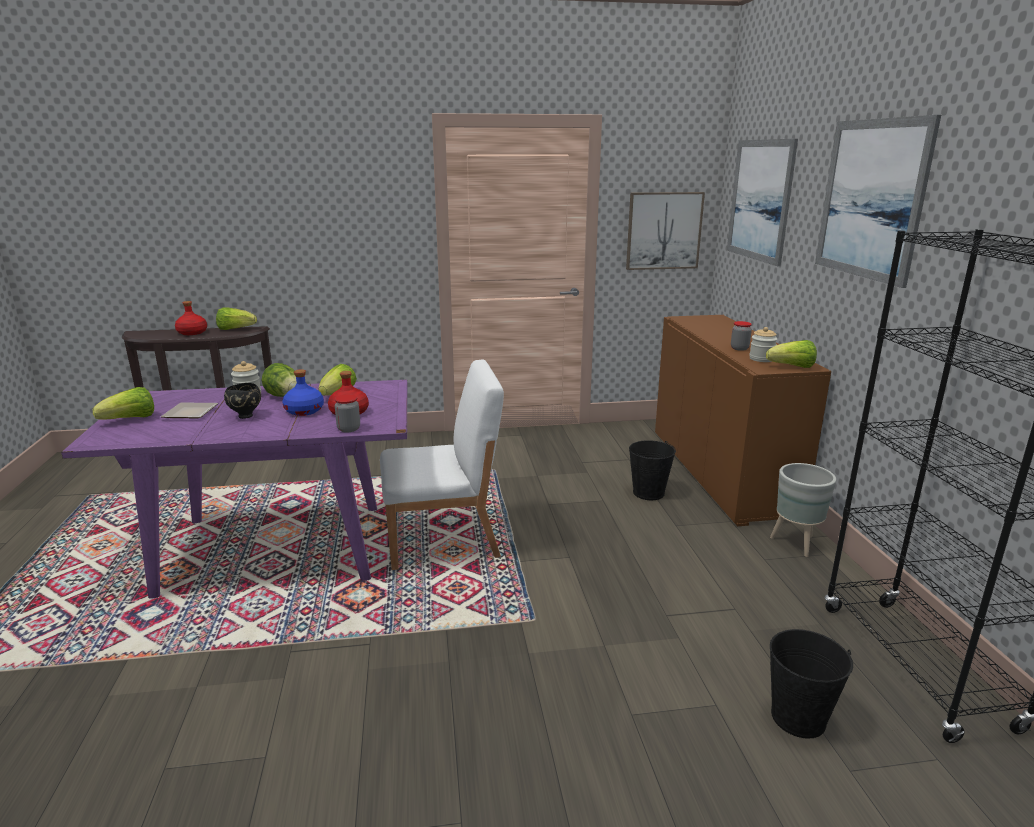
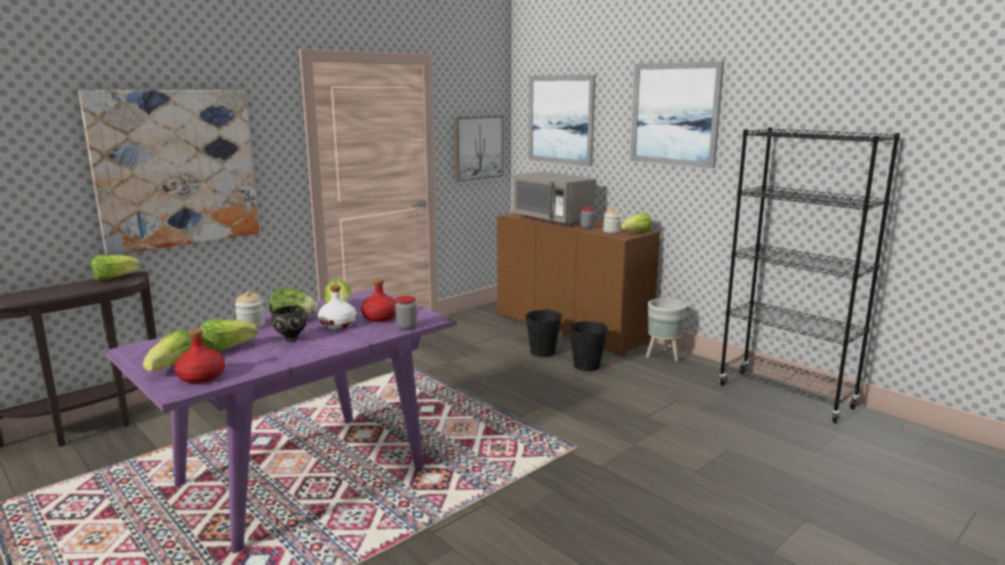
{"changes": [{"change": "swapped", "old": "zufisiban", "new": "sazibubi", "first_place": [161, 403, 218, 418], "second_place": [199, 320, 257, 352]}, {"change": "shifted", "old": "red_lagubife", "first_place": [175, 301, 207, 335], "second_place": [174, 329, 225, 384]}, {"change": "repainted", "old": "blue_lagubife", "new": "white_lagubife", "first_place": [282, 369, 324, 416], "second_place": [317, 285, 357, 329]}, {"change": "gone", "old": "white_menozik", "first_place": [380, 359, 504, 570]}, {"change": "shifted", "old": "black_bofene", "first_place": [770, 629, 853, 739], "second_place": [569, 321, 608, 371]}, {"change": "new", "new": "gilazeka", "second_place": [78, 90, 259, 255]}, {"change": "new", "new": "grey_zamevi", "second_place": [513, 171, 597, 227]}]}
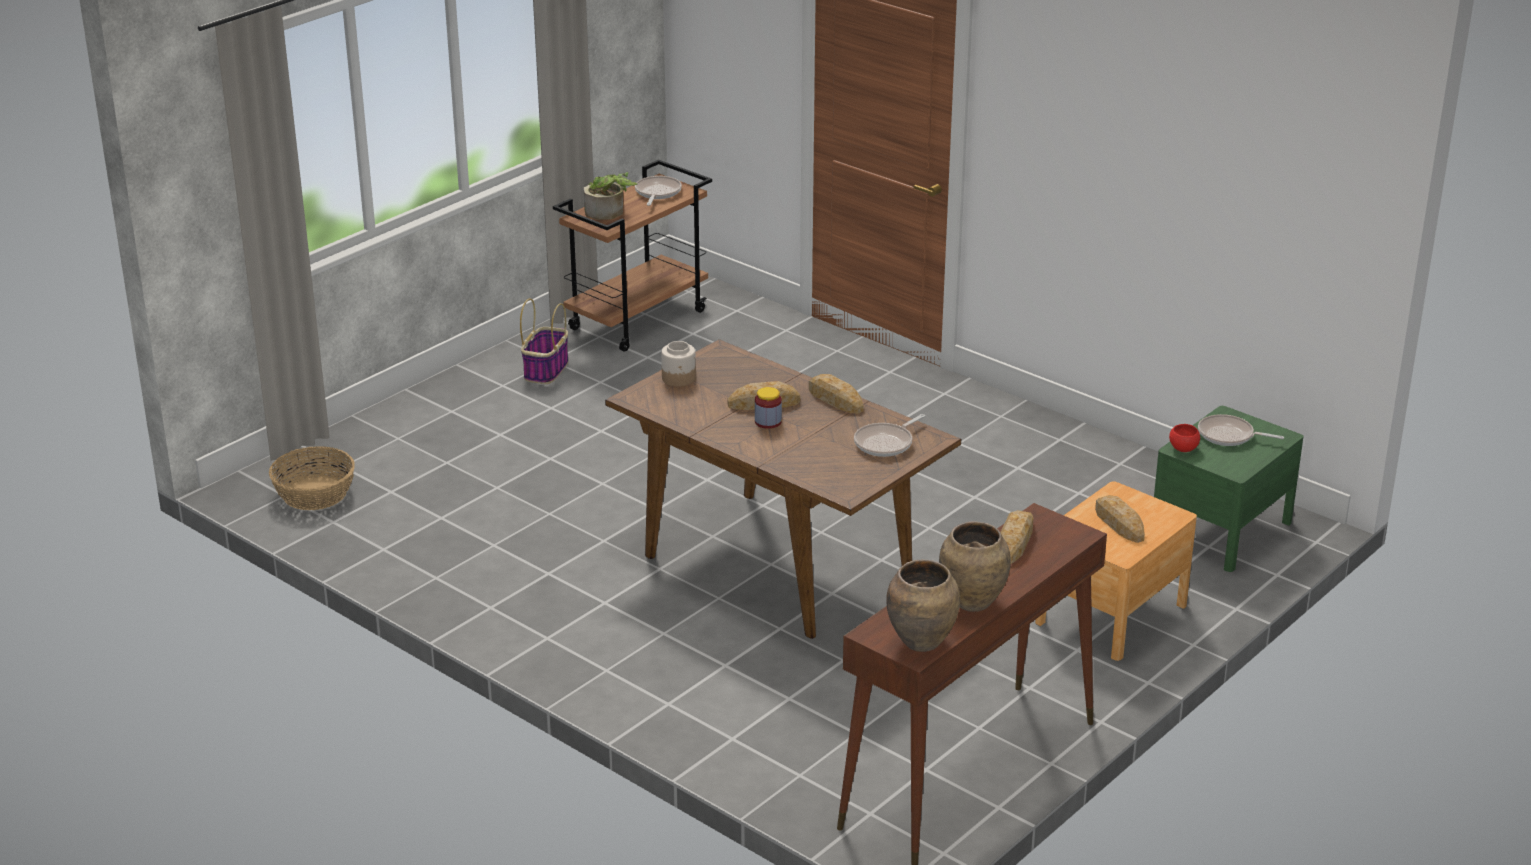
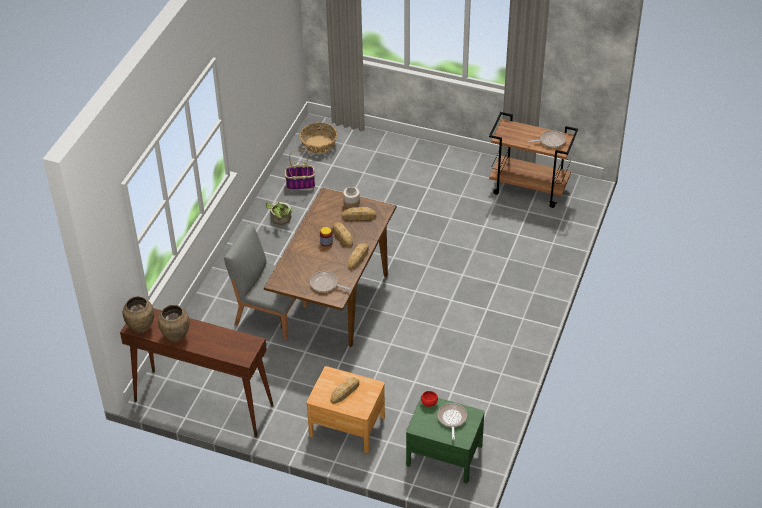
{"changes": [{"change": "shifted", "old": "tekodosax", "first_place": [520, 298, 569, 384], "second_place": [285, 149, 315, 190]}, {"change": "shifted", "old": "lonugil", "first_place": [584, 172, 637, 220], "second_place": [266, 202, 293, 225]}, {"change": "shifted", "old": "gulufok", "first_place": [1000, 510, 1033, 564], "second_place": [342, 207, 376, 220]}, {"change": "new", "new": "grey_menozik", "second_place": [224, 224, 307, 341]}]}
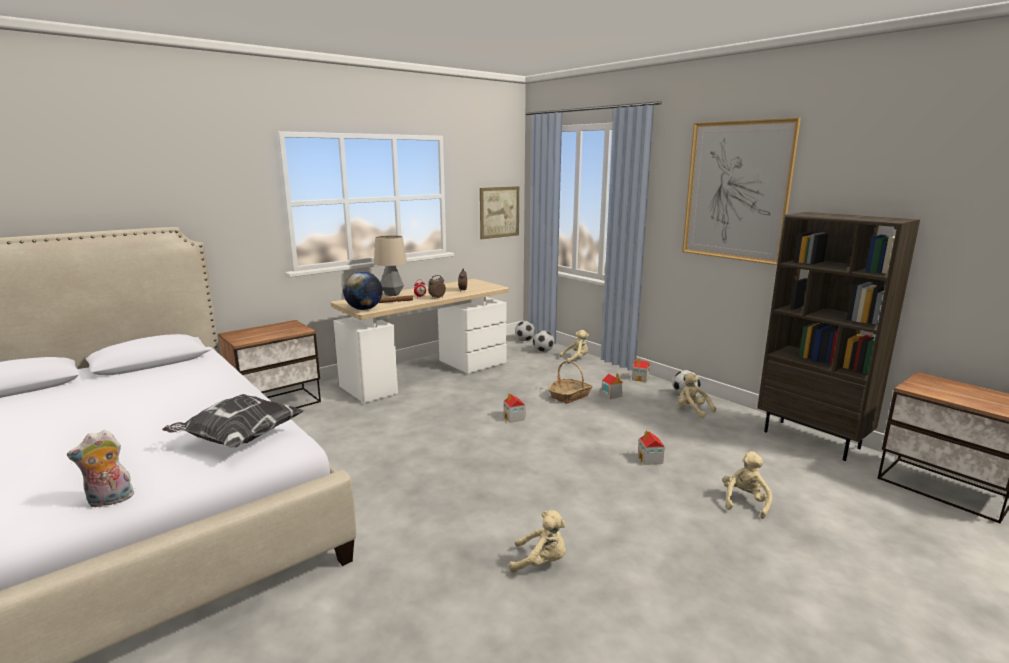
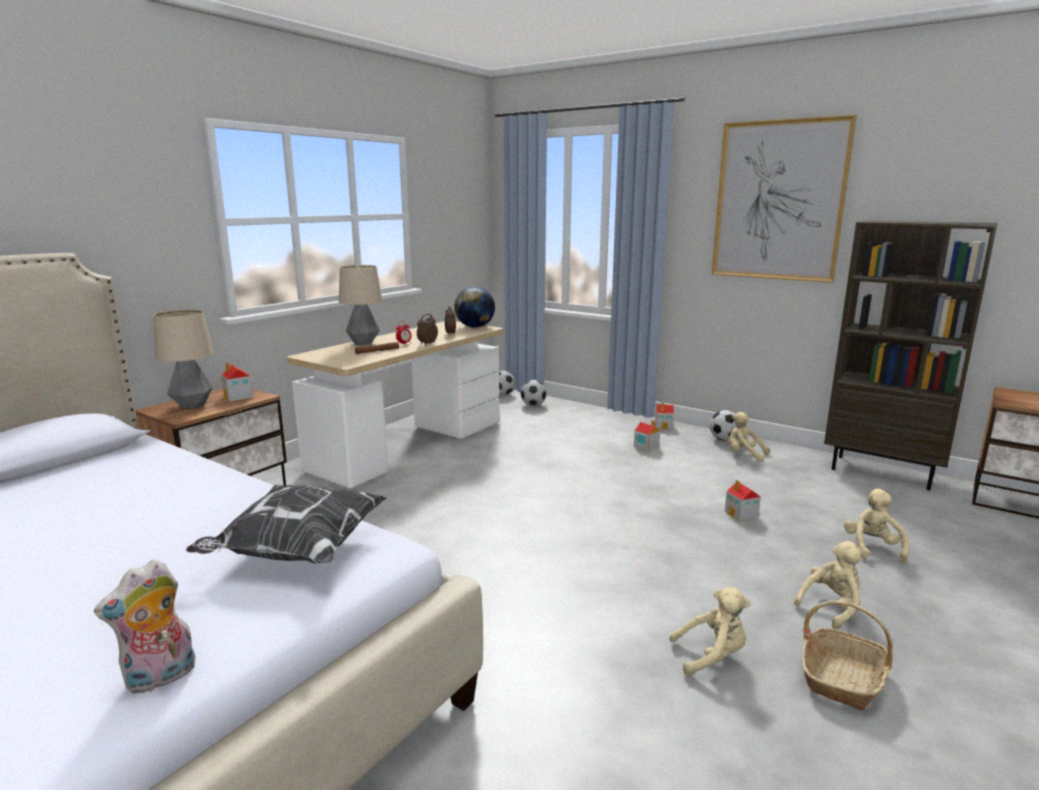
{"changes": [{"change": "shifted", "old": "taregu", "first_place": [343, 271, 383, 310], "second_place": [454, 287, 495, 328]}, {"change": "gone", "old": "gilazeka", "first_place": [480, 186, 519, 239]}, {"change": "shifted", "old": "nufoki", "first_place": [504, 393, 525, 423], "second_place": [221, 362, 253, 402]}, {"change": "shifted", "old": "tekodosax", "first_place": [548, 361, 593, 404], "second_place": [802, 600, 893, 711]}, {"change": "shifted", "old": "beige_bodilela", "first_place": [559, 330, 589, 364], "second_place": [794, 541, 862, 629]}, {"change": "new", "new": "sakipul", "second_place": [153, 309, 214, 409]}]}
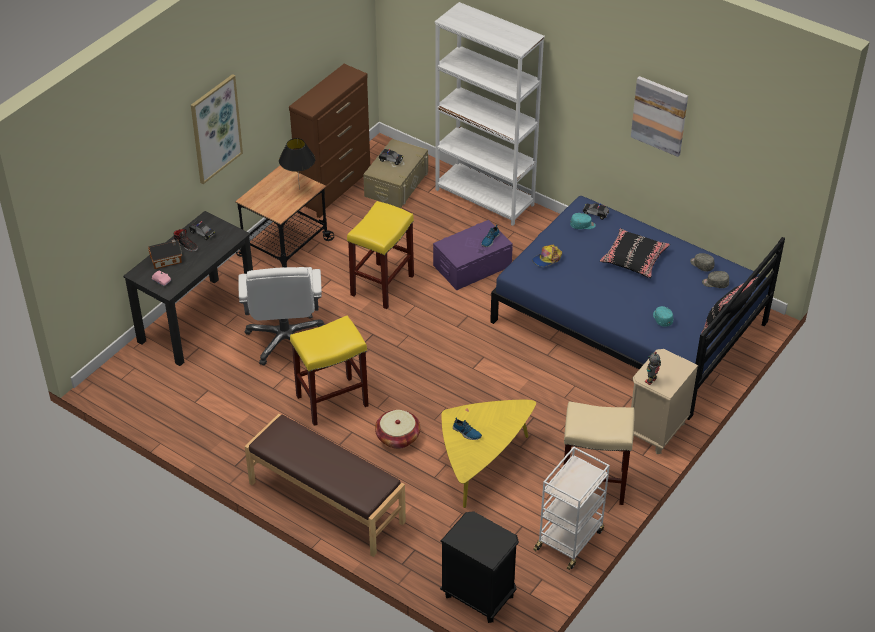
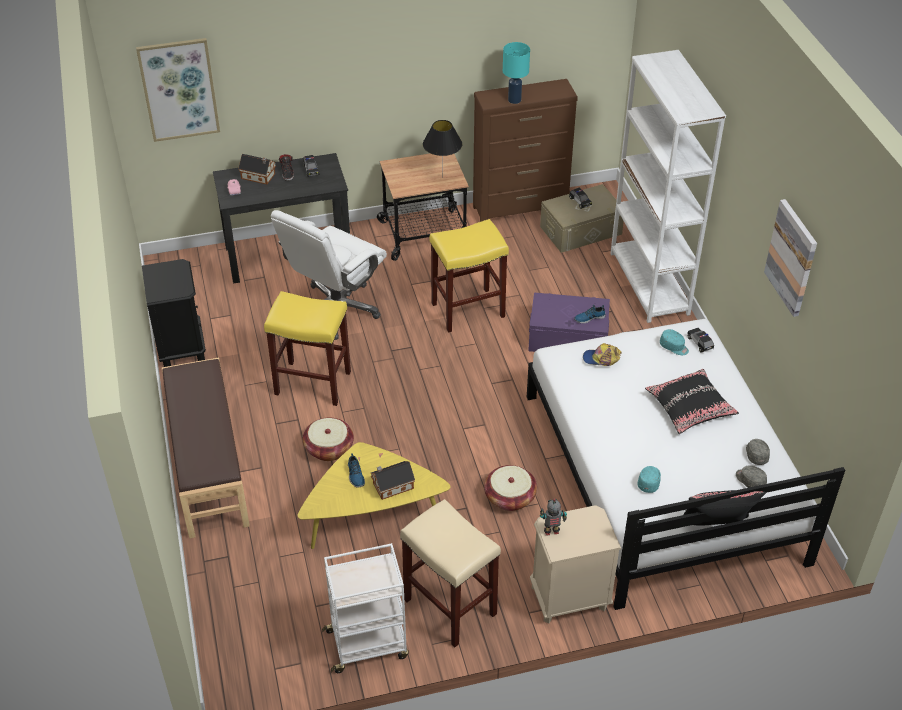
{"changes": [{"change": "shifted", "old": "gilazeka", "first_place": [191, 74, 243, 184], "second_place": [136, 38, 220, 142]}, {"change": "shifted", "old": "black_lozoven", "first_place": [440, 511, 519, 623], "second_place": [142, 259, 206, 367]}, {"change": "repainted", "old": "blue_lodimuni", "new": "white_lodimuni", "first_place": [490, 196, 785, 420], "second_place": [527, 319, 845, 610]}, {"change": "new", "new": "nufoki", "second_place": [371, 461, 415, 500]}, {"change": "new", "new": "tekodosax", "second_place": [484, 465, 537, 511]}, {"change": "new", "new": "turquoise_sakipul", "second_place": [503, 42, 530, 104]}]}
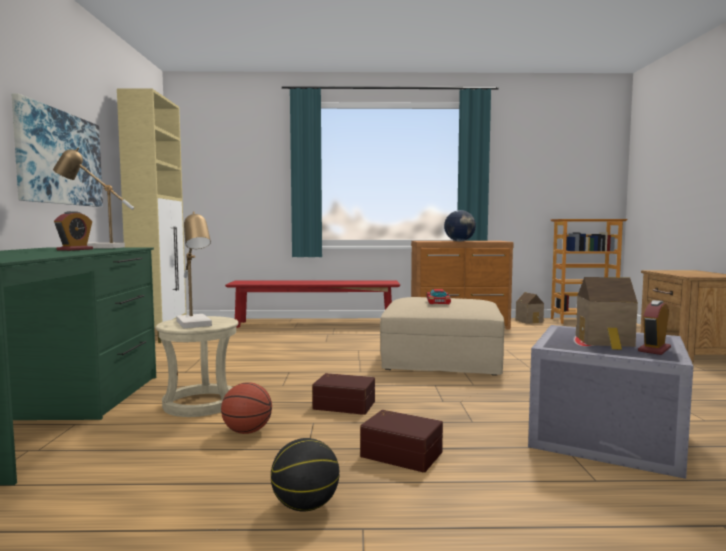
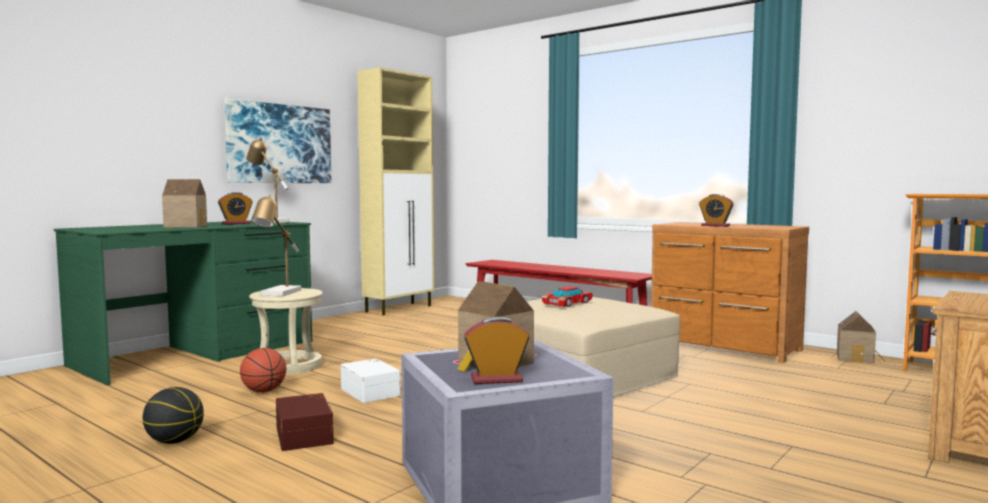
{"changes": [{"change": "repainted", "old": "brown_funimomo", "new": "white_funimomo", "first_place": [312, 373, 375, 415], "second_place": [341, 359, 400, 403]}, {"change": "swapped", "old": "taregu", "new": "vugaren", "first_place": [444, 210, 476, 242], "second_place": [699, 194, 734, 227]}, {"change": "new", "new": "nufoki", "second_place": [162, 179, 207, 227]}]}
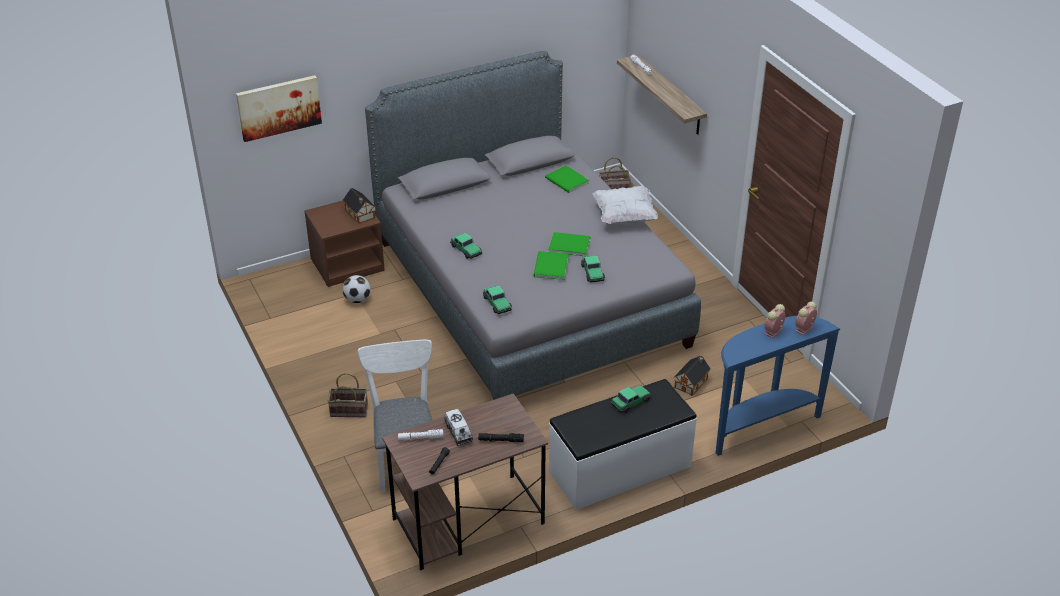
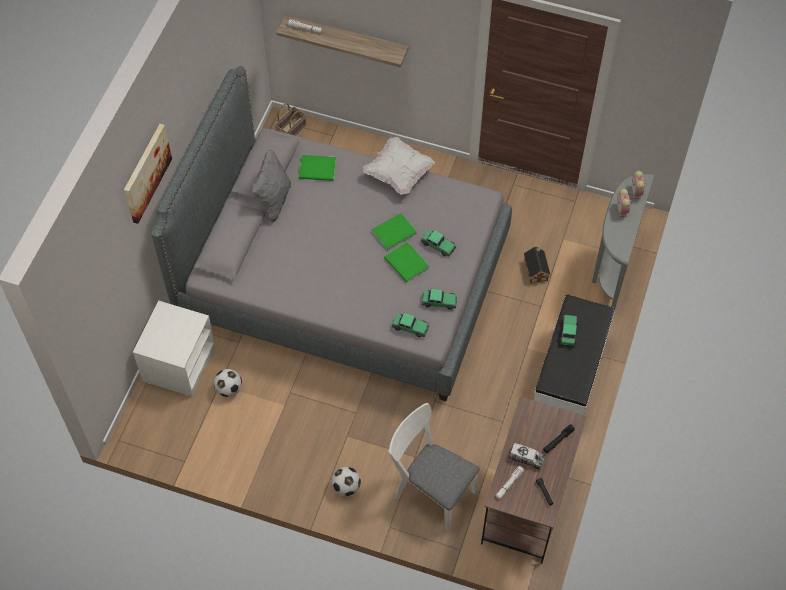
{"changes": [{"change": "shifted", "old": "gilazeka", "first_place": [236, 75, 322, 142], "second_place": [124, 124, 172, 224]}, {"change": "repainted", "old": "brown_lozoven", "new": "white_lozoven", "first_place": [304, 201, 385, 287], "second_place": [133, 301, 216, 396]}, {"change": "swapped", "old": "tekodosax", "new": "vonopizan", "first_place": [328, 373, 368, 417], "second_place": [331, 467, 361, 496]}, {"change": "gone", "old": "nufoki", "first_place": [343, 188, 376, 224]}, {"change": "shifted", "old": "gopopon", "first_place": [450, 233, 482, 259], "second_place": [422, 289, 457, 310]}, {"change": "repainted", "old": "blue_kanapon", "new": "grey_kanapon", "first_place": [716, 316, 841, 456], "second_place": [592, 174, 655, 308]}, {"change": "new", "new": "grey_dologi", "second_place": [251, 149, 291, 223]}]}
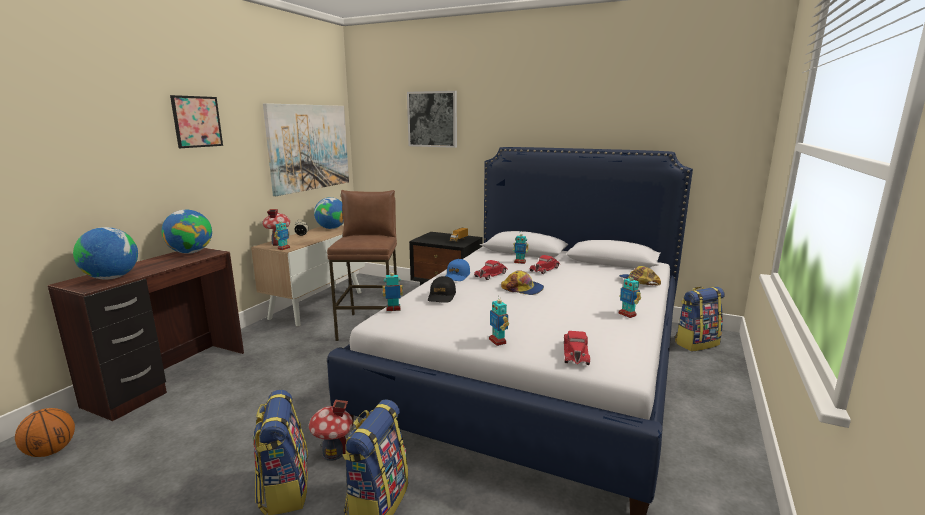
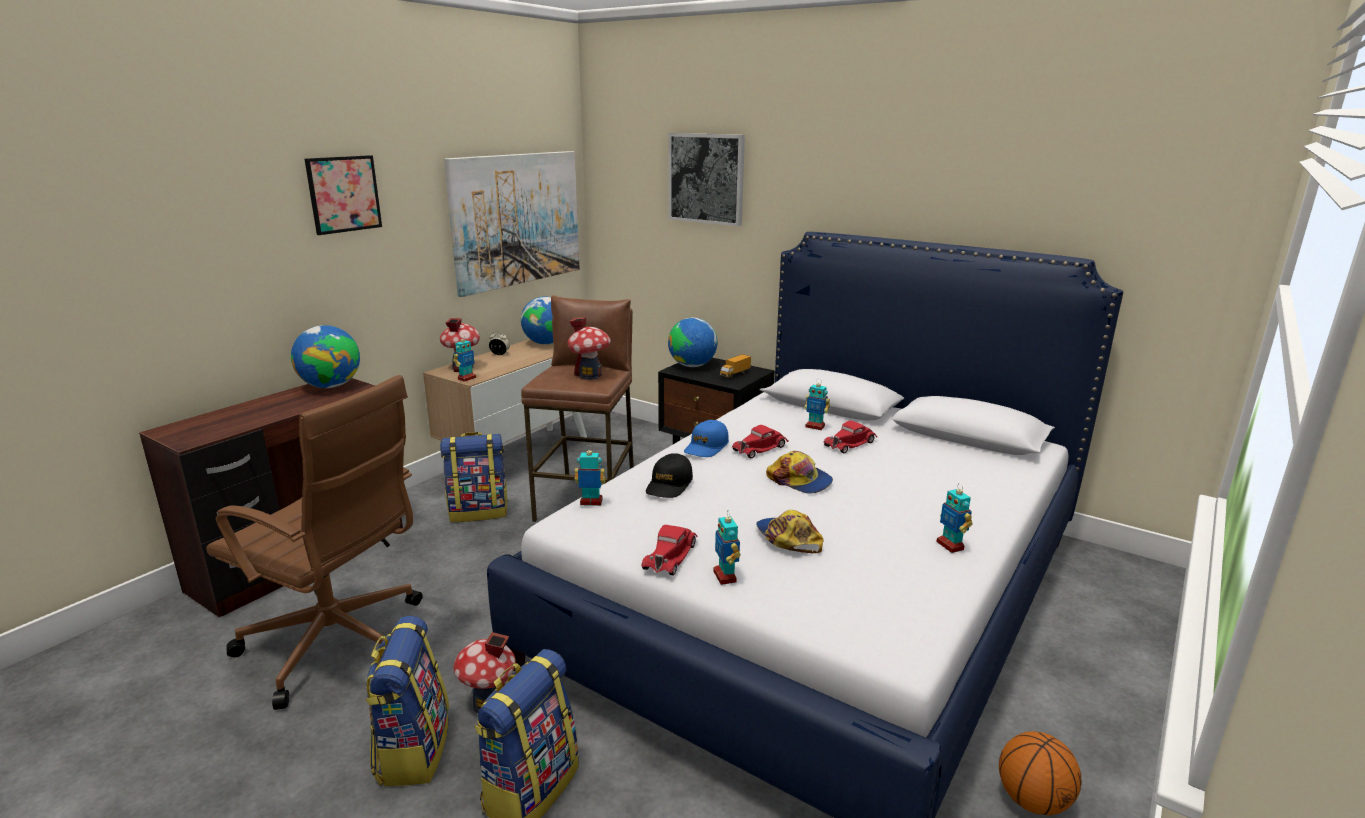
{"changes": [{"change": "shifted", "old": "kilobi", "first_place": [15, 408, 75, 457], "second_place": [999, 731, 1082, 815]}, {"change": "shifted", "old": "taregu", "first_place": [73, 227, 138, 280], "second_place": [668, 318, 717, 367]}, {"change": "shifted", "old": "red_gopopon", "first_place": [564, 331, 590, 365], "second_place": [641, 525, 698, 576]}, {"change": "shifted", "old": "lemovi", "first_place": [619, 266, 661, 286], "second_place": [756, 510, 824, 553]}, {"change": "shifted", "old": "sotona", "first_place": [675, 287, 725, 352], "second_place": [440, 432, 508, 522]}, {"change": "new", "new": "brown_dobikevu", "second_place": [206, 375, 423, 710]}, {"change": "new", "new": "nufoki", "second_place": [567, 317, 611, 380]}]}
